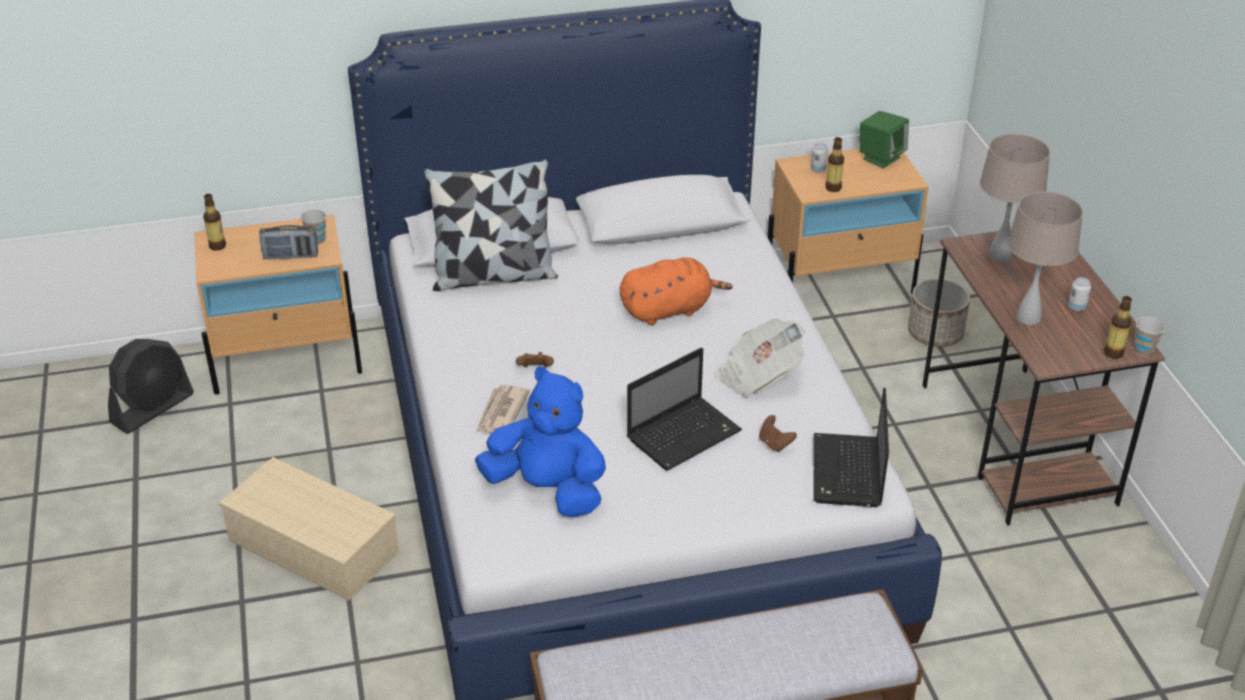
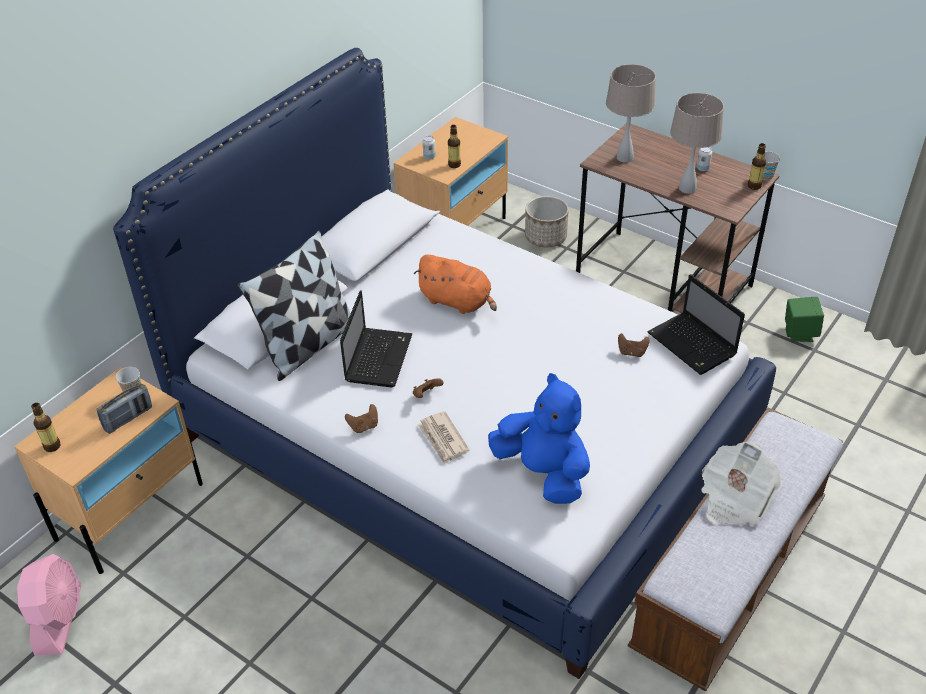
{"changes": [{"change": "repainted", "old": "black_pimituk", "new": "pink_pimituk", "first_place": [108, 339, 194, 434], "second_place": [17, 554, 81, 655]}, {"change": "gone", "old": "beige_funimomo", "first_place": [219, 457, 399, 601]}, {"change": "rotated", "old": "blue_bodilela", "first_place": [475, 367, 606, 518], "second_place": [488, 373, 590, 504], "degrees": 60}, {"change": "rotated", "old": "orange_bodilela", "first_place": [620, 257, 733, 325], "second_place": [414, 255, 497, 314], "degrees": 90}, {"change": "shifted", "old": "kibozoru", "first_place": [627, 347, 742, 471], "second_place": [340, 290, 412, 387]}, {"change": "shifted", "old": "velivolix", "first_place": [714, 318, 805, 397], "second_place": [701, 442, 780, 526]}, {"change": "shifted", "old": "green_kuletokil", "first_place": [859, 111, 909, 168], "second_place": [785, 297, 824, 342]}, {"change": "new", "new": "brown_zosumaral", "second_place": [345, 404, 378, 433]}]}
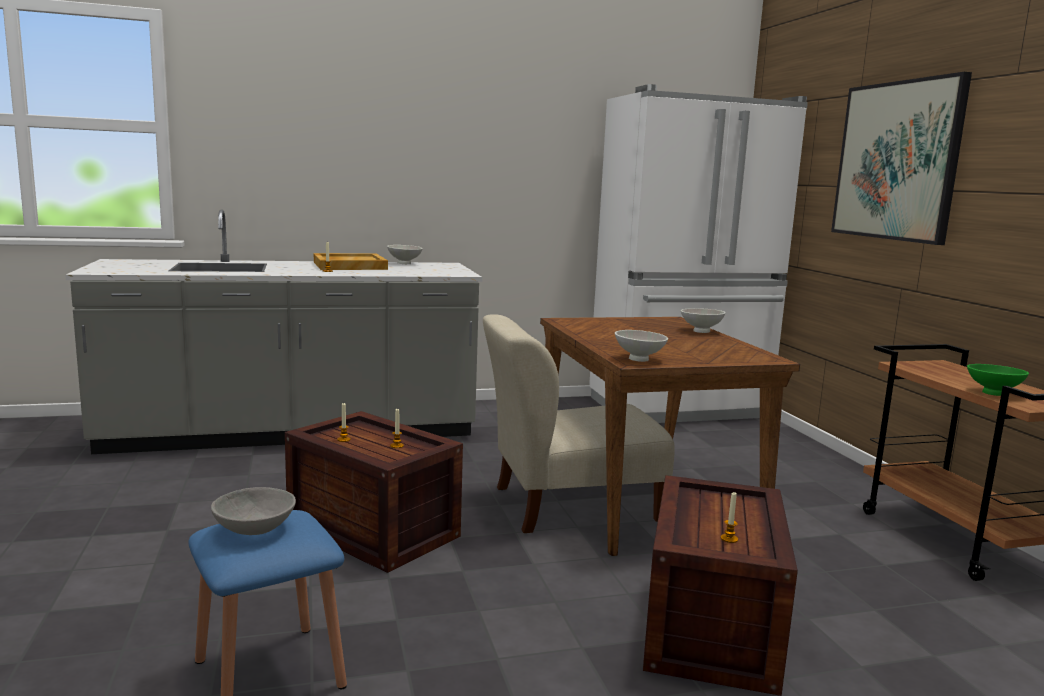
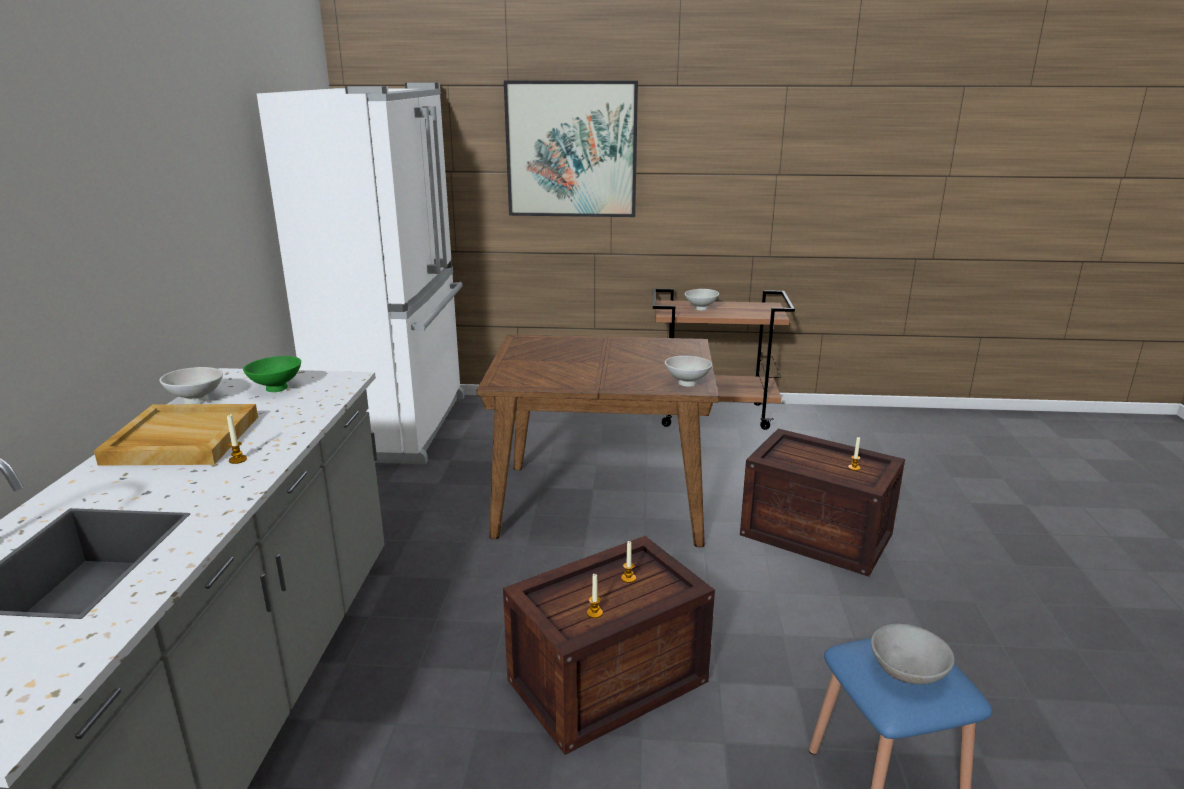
{"changes": [{"change": "gone", "old": "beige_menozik", "first_place": [483, 314, 675, 533]}, {"change": "shifted", "old": "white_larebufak", "first_place": [681, 308, 726, 333], "second_place": [685, 289, 719, 311]}, {"change": "shifted", "old": "green_larebufak", "first_place": [967, 364, 1029, 396], "second_place": [243, 356, 301, 392]}]}
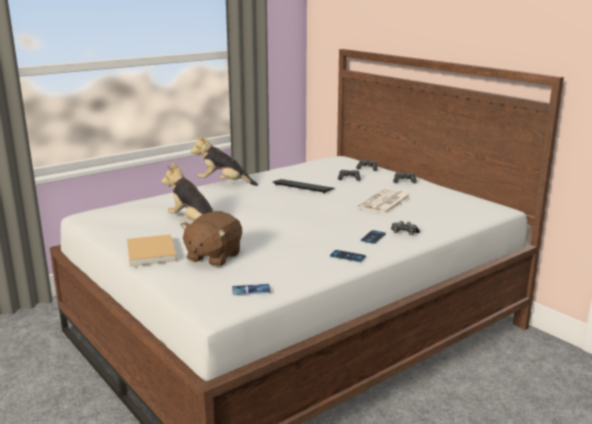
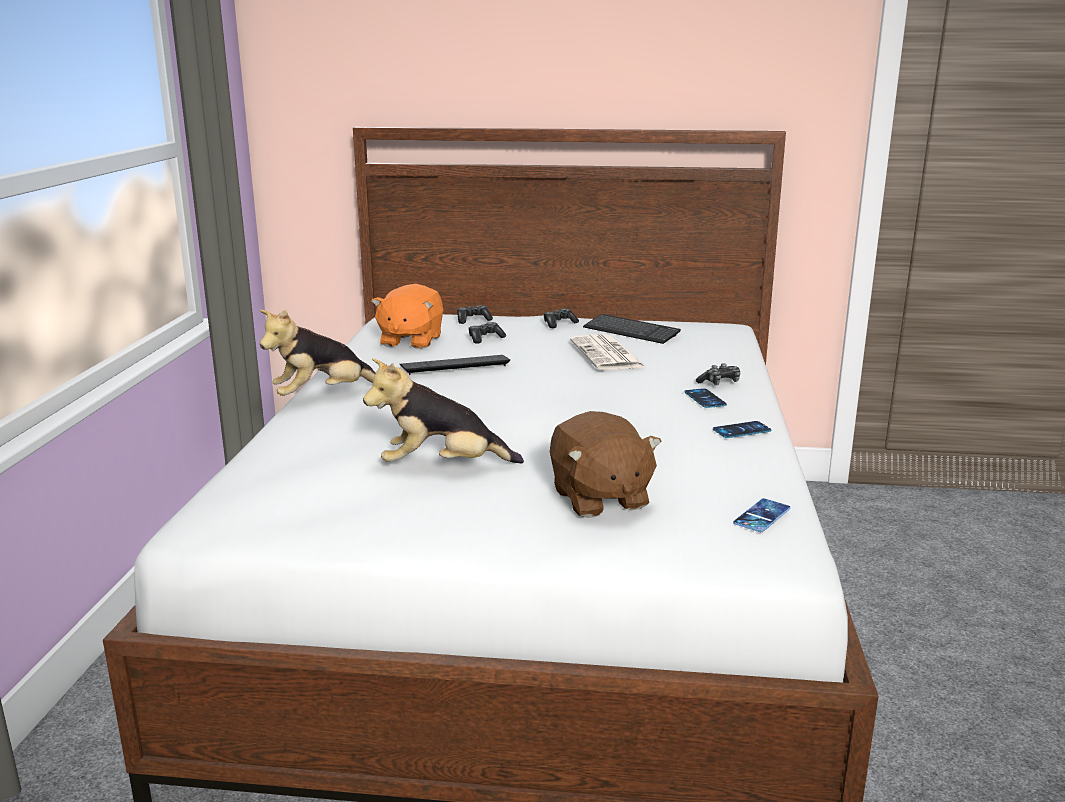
{"changes": [{"change": "gone", "old": "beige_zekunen", "first_place": [127, 234, 177, 266]}, {"change": "new", "new": "orange_bodilela", "second_place": [372, 284, 443, 349]}, {"change": "new", "new": "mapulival", "second_place": [583, 314, 681, 344]}]}
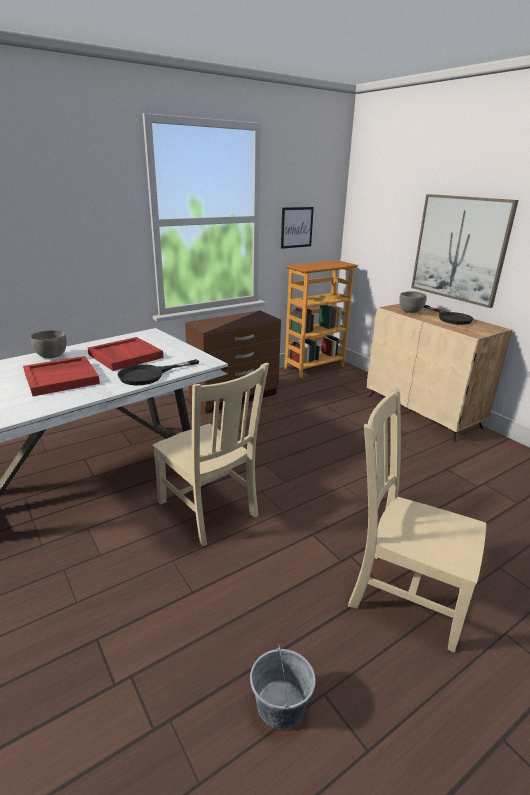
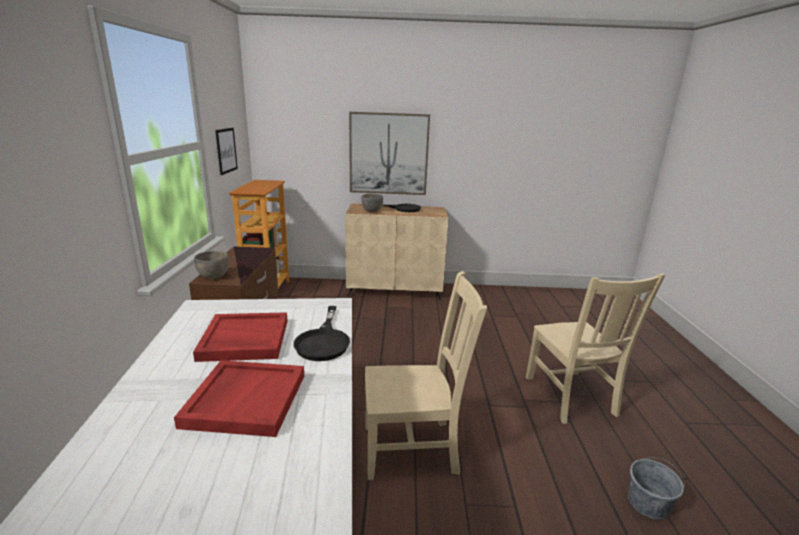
{"changes": [{"change": "shifted", "old": "grey_larebufak", "first_place": [30, 330, 66, 358], "second_place": [194, 251, 229, 279]}, {"change": "rotated", "old": "beige_menozik", "first_place": [348, 386, 486, 653], "second_place": [526, 274, 665, 424], "degrees": -75}]}
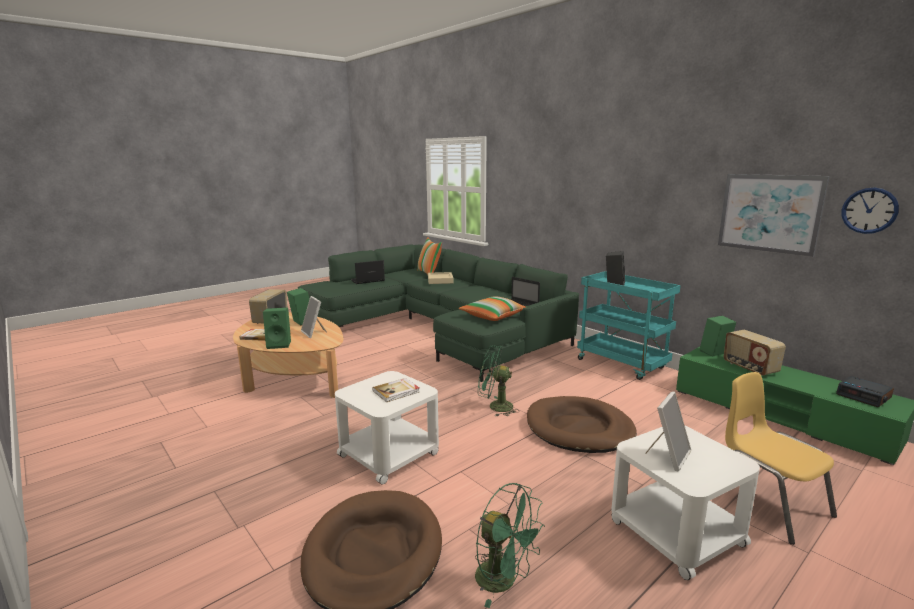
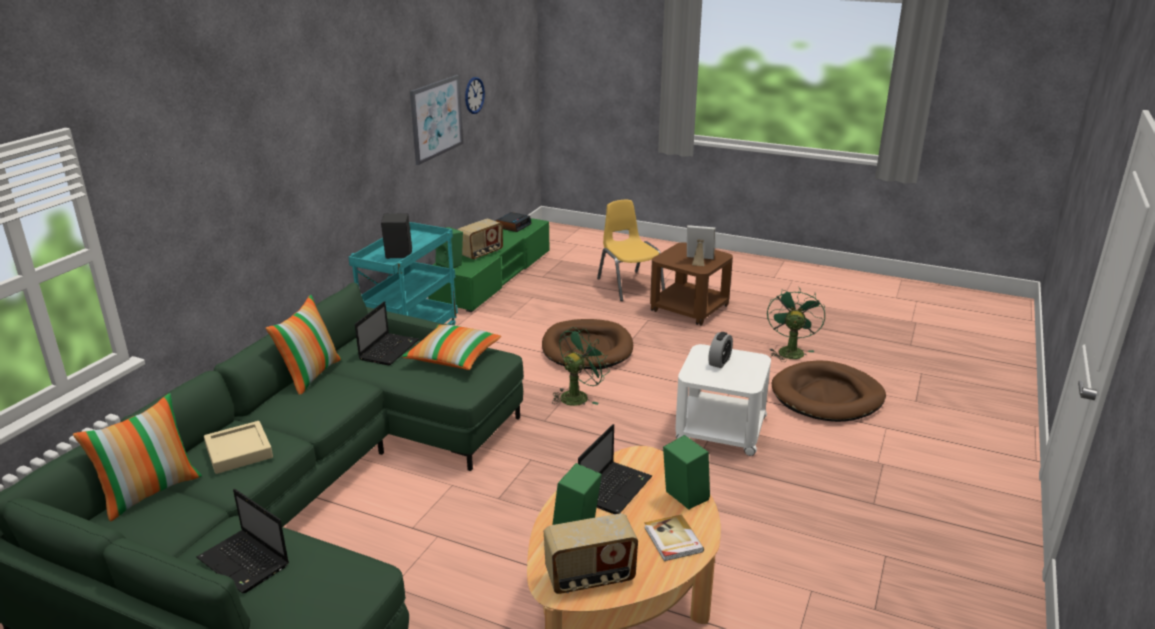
{"changes": [{"change": "swapped", "old": "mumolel", "new": "kibozoru", "first_place": [301, 296, 327, 338], "second_place": [578, 424, 652, 514]}, {"change": "swapped", "old": "zekunen", "new": "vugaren", "first_place": [372, 378, 420, 402], "second_place": [708, 332, 733, 368]}, {"change": "rotated", "old": "green_pimituk", "first_place": [478, 345, 520, 416], "second_place": [552, 327, 610, 406], "degrees": -120}, {"change": "repainted", "old": "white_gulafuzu", "new": "brown_gulafuzu", "first_place": [611, 426, 760, 580], "second_place": [650, 243, 733, 326]}, {"change": "rotated", "old": "yellow_menozik", "first_place": [725, 372, 837, 545], "second_place": [597, 200, 665, 301], "degrees": 120}, {"change": "new", "new": "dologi", "second_place": [266, 295, 341, 395]}]}
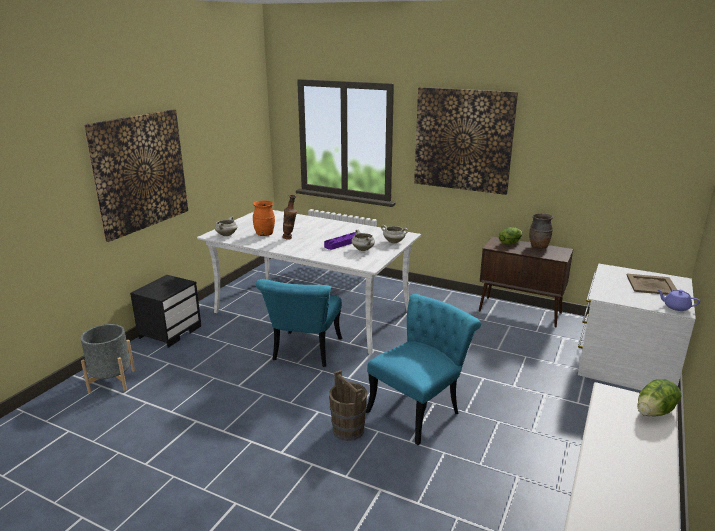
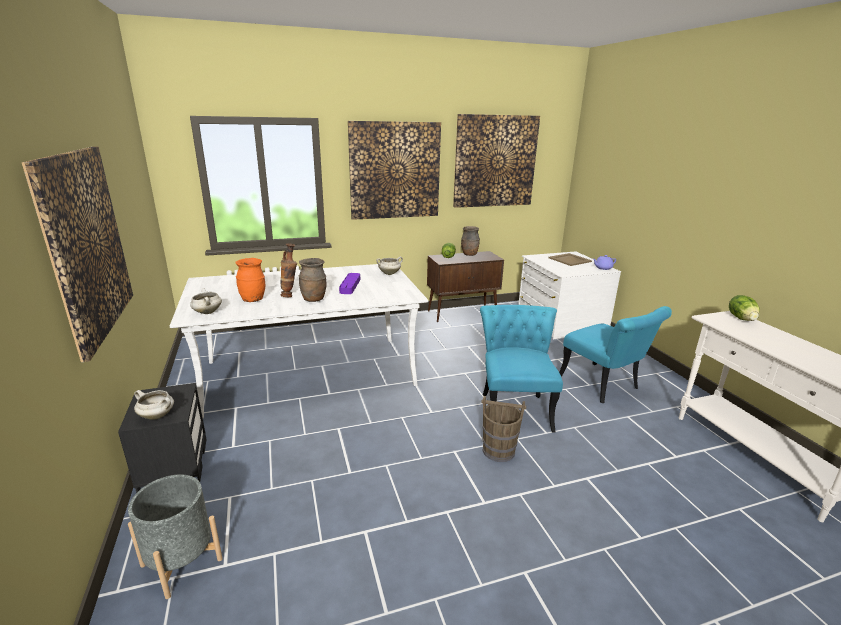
{"changes": [{"change": "shifted", "old": "turquoise_menozik", "first_place": [256, 279, 342, 367], "second_place": [559, 306, 672, 403]}, {"change": "shifted", "old": "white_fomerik", "first_place": [351, 230, 375, 251], "second_place": [134, 390, 174, 420]}, {"change": "new", "new": "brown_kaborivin", "second_place": [299, 258, 326, 302]}, {"change": "new", "new": "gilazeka", "second_place": [453, 114, 540, 208]}]}
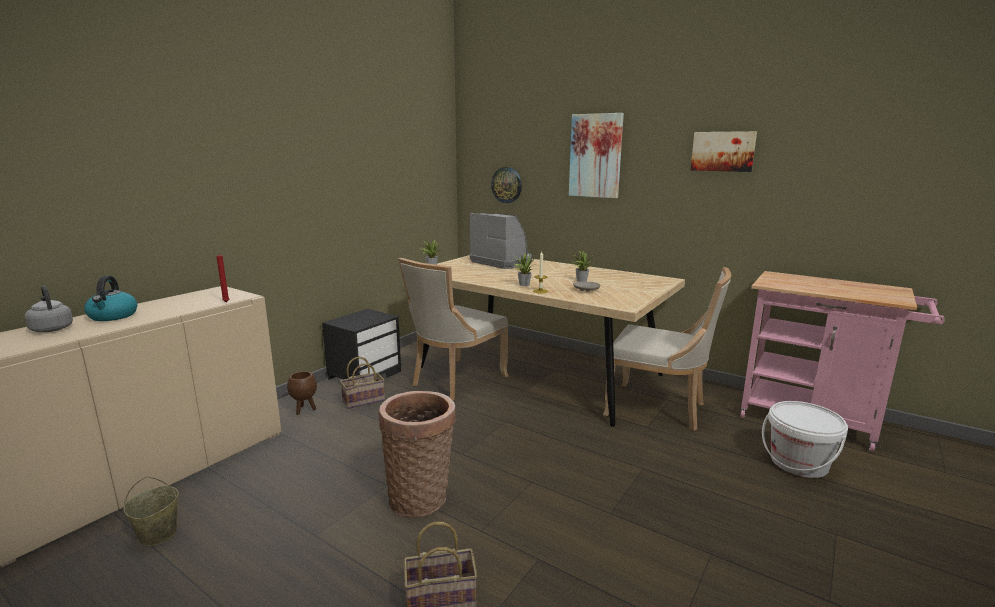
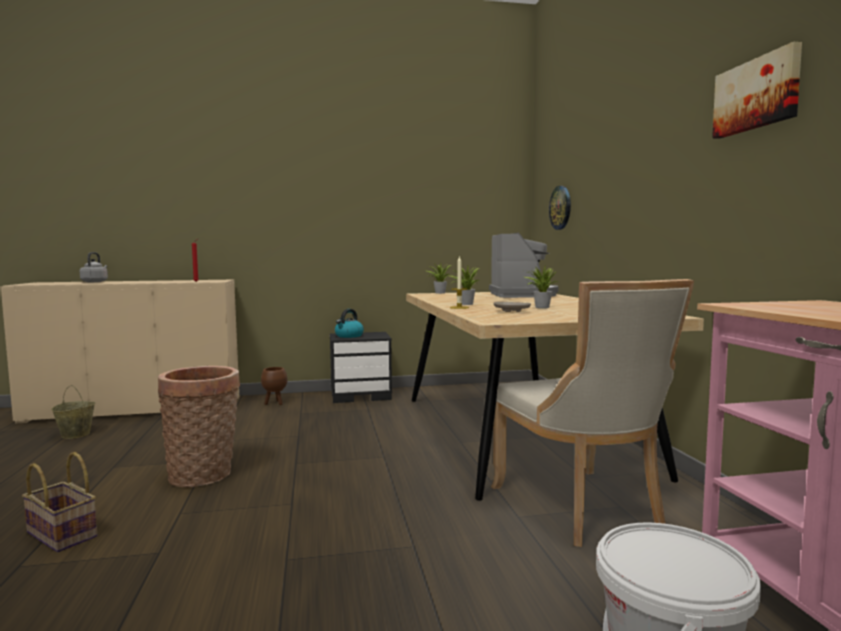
{"changes": [{"change": "shifted", "old": "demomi", "first_place": [84, 276, 137, 321], "second_place": [335, 309, 364, 338]}, {"change": "gone", "old": "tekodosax", "first_place": [340, 357, 385, 409]}, {"change": "gone", "old": "beige_menozik", "first_place": [398, 258, 509, 400]}, {"change": "gone", "old": "gilazeka", "first_place": [569, 113, 624, 198]}]}
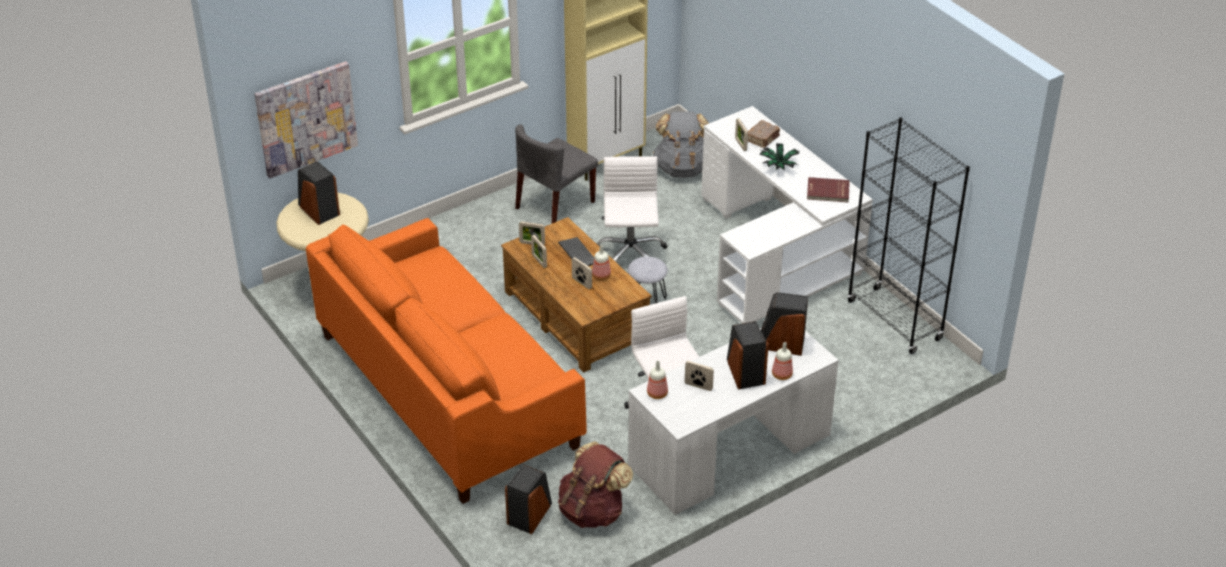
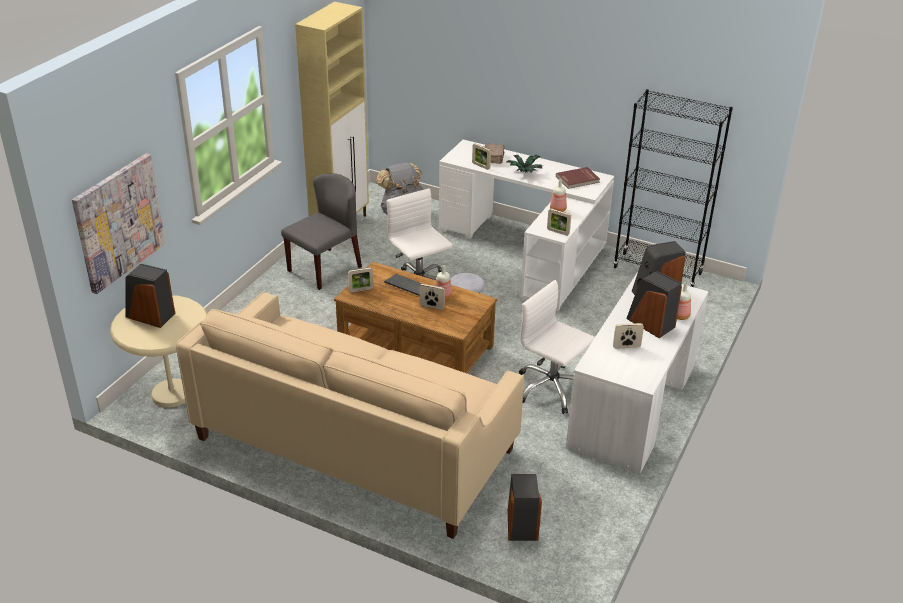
{"changes": [{"change": "repainted", "old": "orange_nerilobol", "new": "beige_nerilobol", "first_place": [306, 218, 587, 504], "second_place": [176, 292, 524, 539]}, {"change": "rotated", "old": "grey_menozik", "first_place": [515, 125, 598, 224], "second_place": [281, 174, 362, 290], "degrees": -150}, {"change": "shifted", "old": "mumolel", "first_place": [531, 235, 547, 268], "second_place": [547, 209, 571, 236]}, {"change": "gone", "old": "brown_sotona", "first_place": [558, 441, 633, 528]}, {"change": "shifted", "old": "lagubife", "first_place": [647, 361, 668, 399], "second_place": [550, 179, 567, 212]}]}
